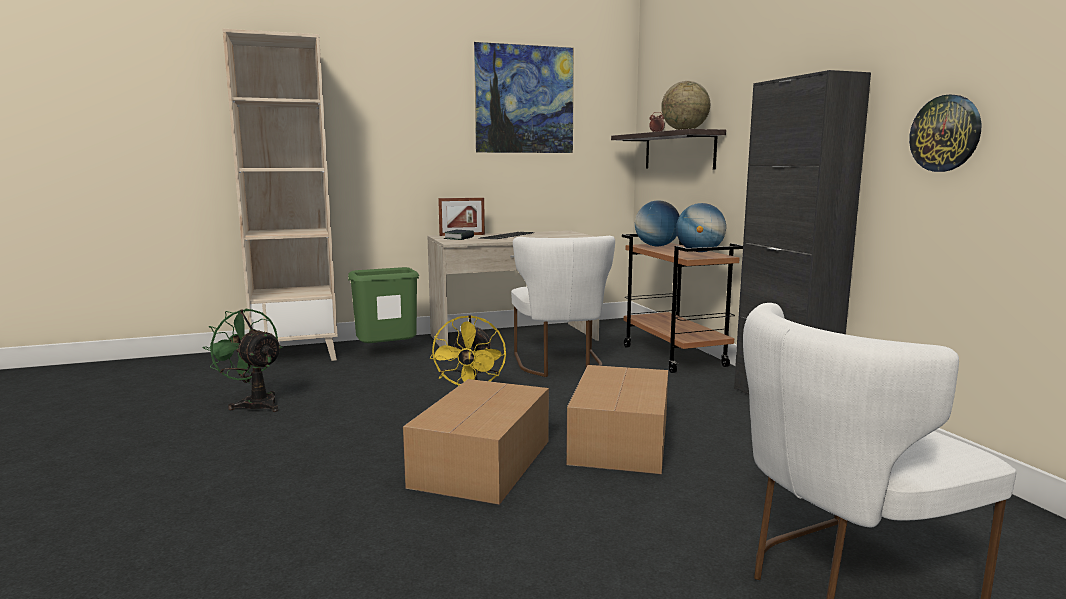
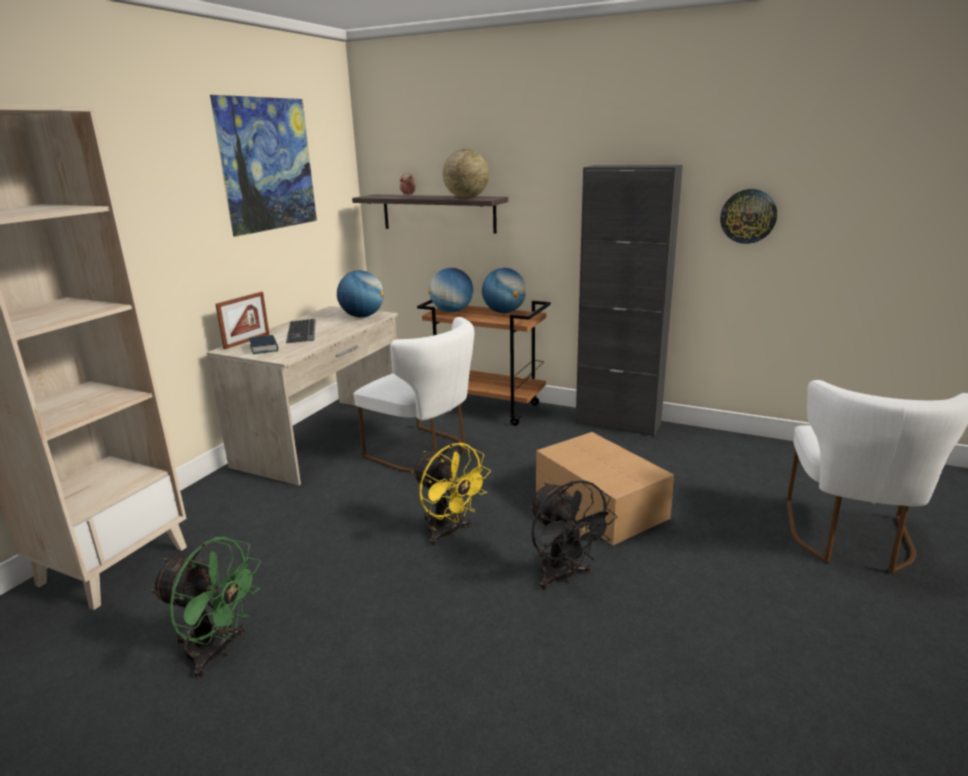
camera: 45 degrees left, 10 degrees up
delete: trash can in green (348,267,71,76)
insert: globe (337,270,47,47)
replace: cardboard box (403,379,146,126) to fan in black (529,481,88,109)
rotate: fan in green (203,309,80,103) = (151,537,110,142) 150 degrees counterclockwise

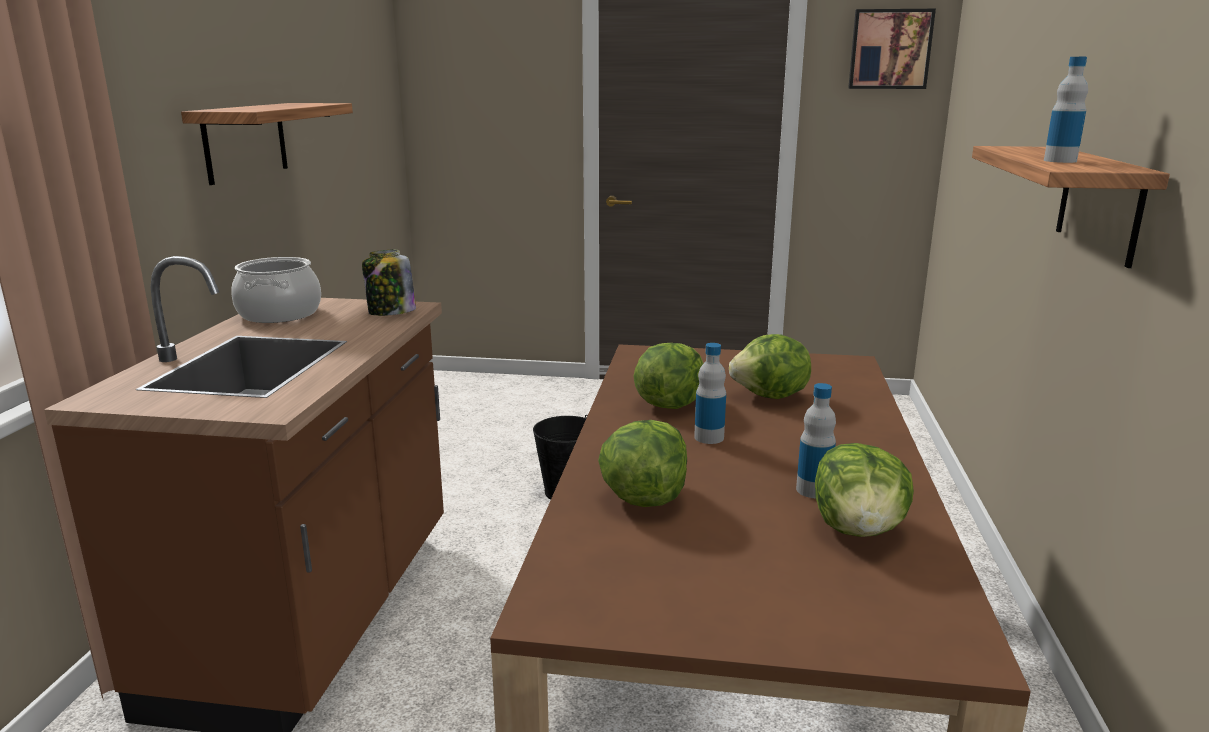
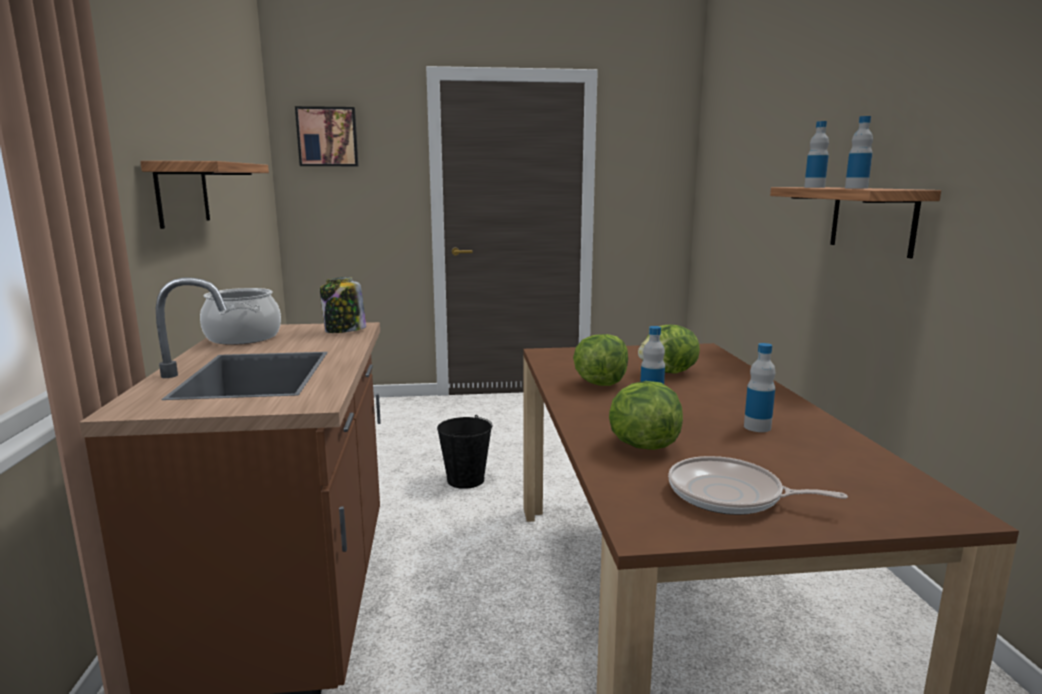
camera: 15 degrees left, 5 degrees down
delete: lettuce (815,443,99,94)
insert: frying pan (668,456,180,59); bottle (804,121,25,67)
move: picture (848,9,88,80) to (295,106,63,60)

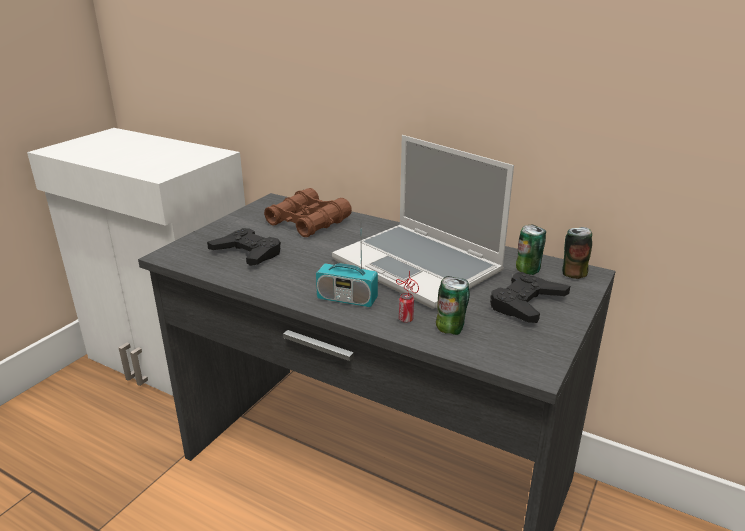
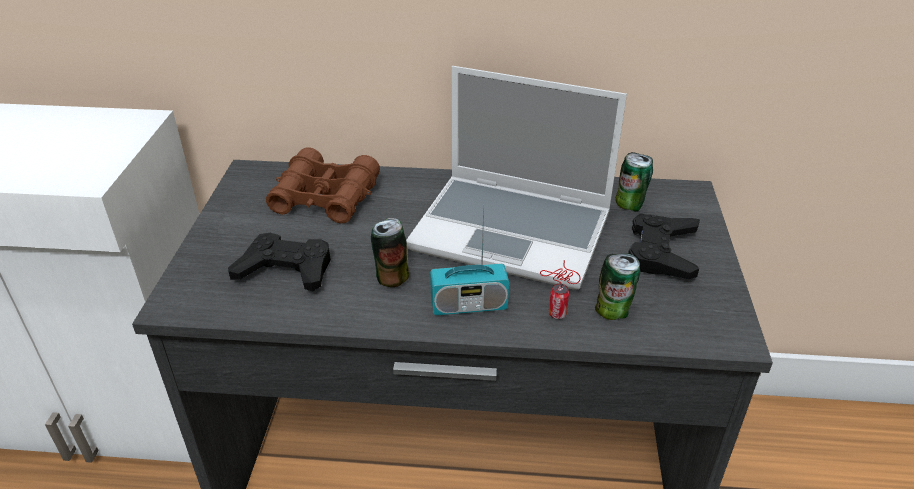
camera: 25 degrees left, 10 degrees up
move: can (562,227,30,52) to (371,218,38,69)

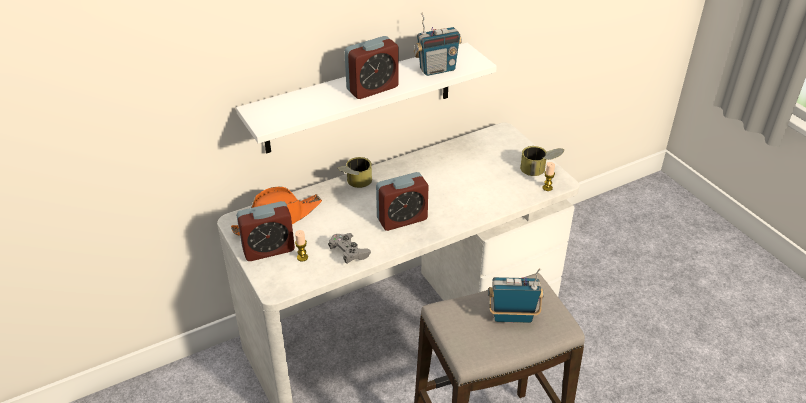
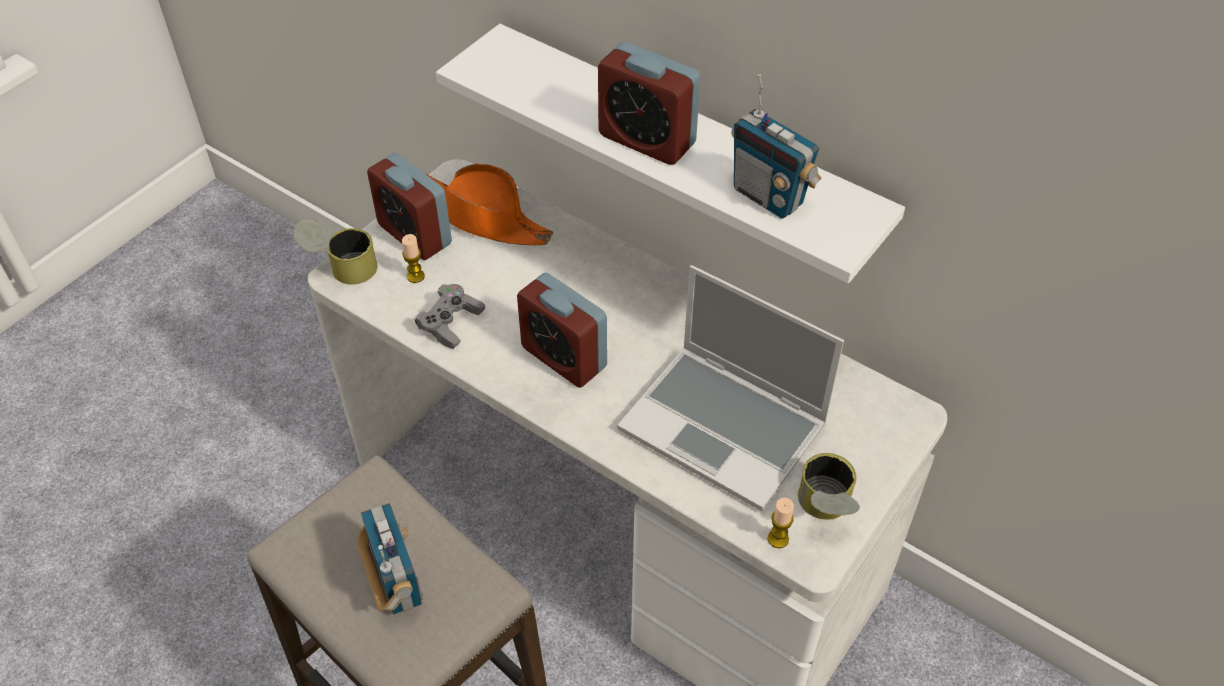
camera: 65 degrees right, 10 degrees up
insert: laptop (617,265,227,246)
move: can (338,157,34,31) to (293,219,85,66)

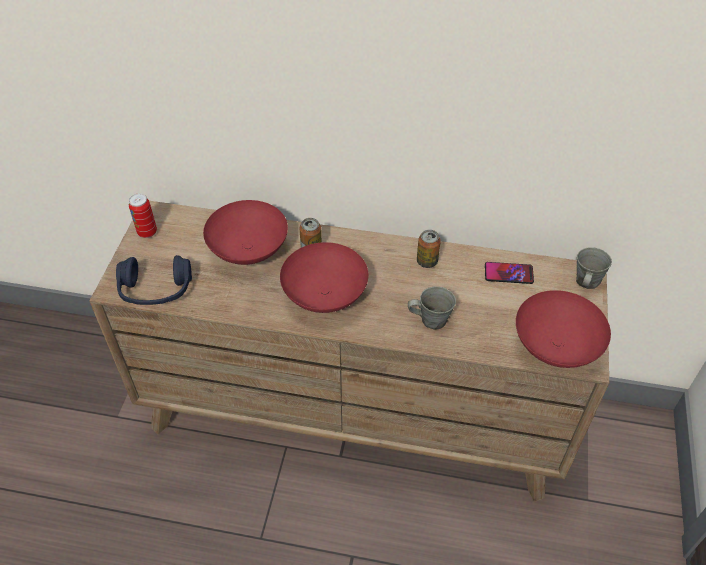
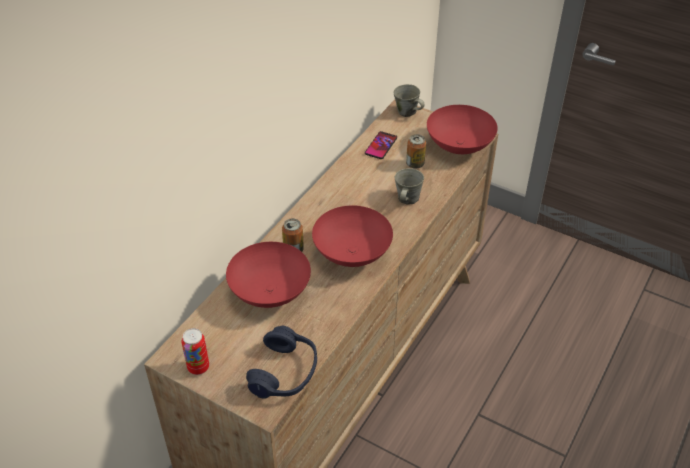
camera: 70 degrees left, 5 degrees down
move: can (417,230,24,38) to (406,134,20,35)

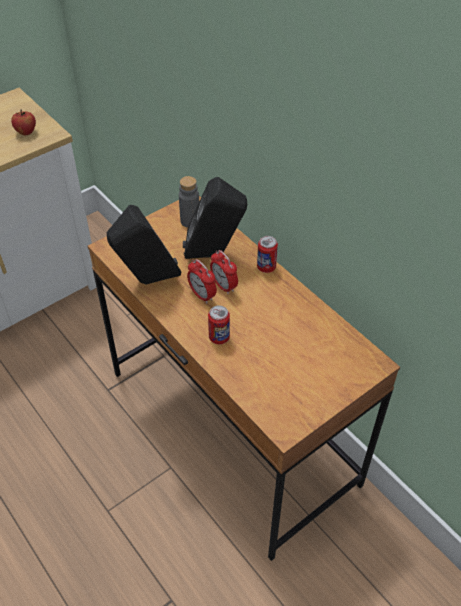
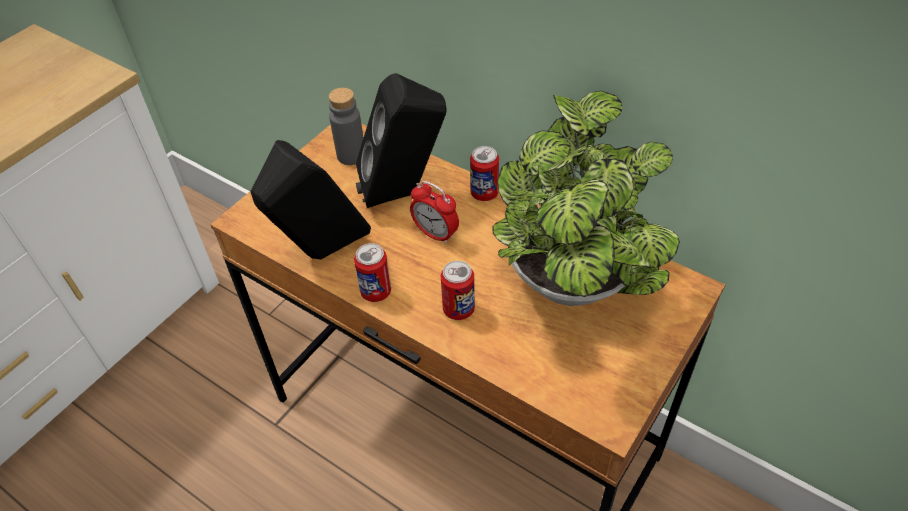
camera: 15 degrees left, 0 degrees up
delete: apple (11,109,25,26); alarm clock (187,259,30,44)
insert: can (354,243,37,59); potted plant (492,91,188,215)

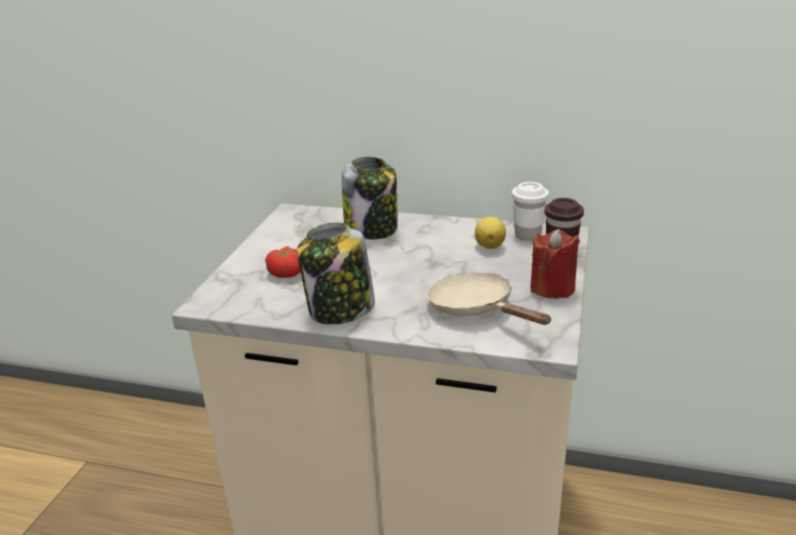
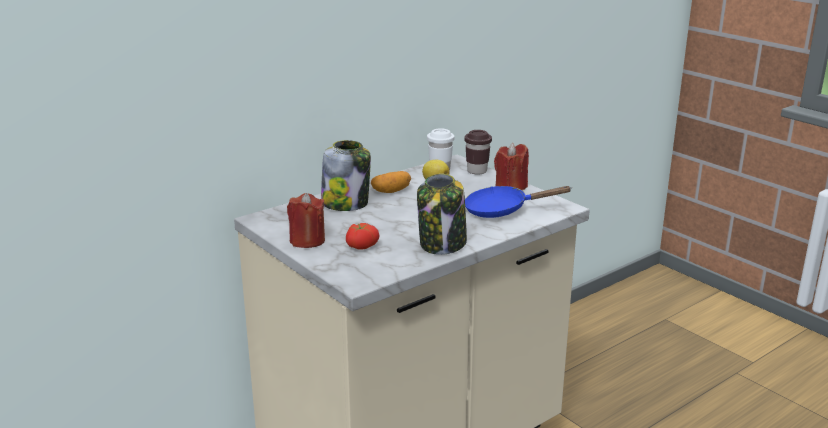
camera: 55 degrees left, 5 degrees down
insert: candle in red (287,193,38,55); potato (371,171,40,22)
recolor: frying pan in beige (427,272,125,53) to frying pan in blue (465,186,107,32)

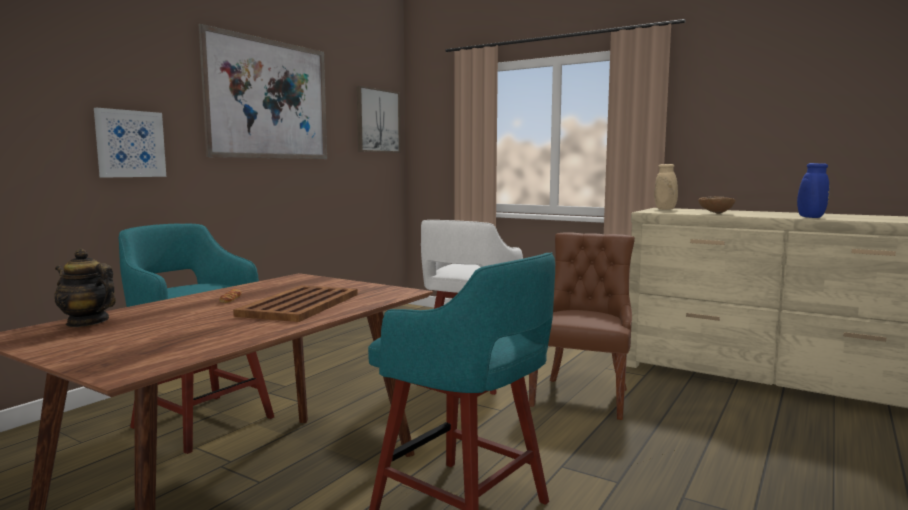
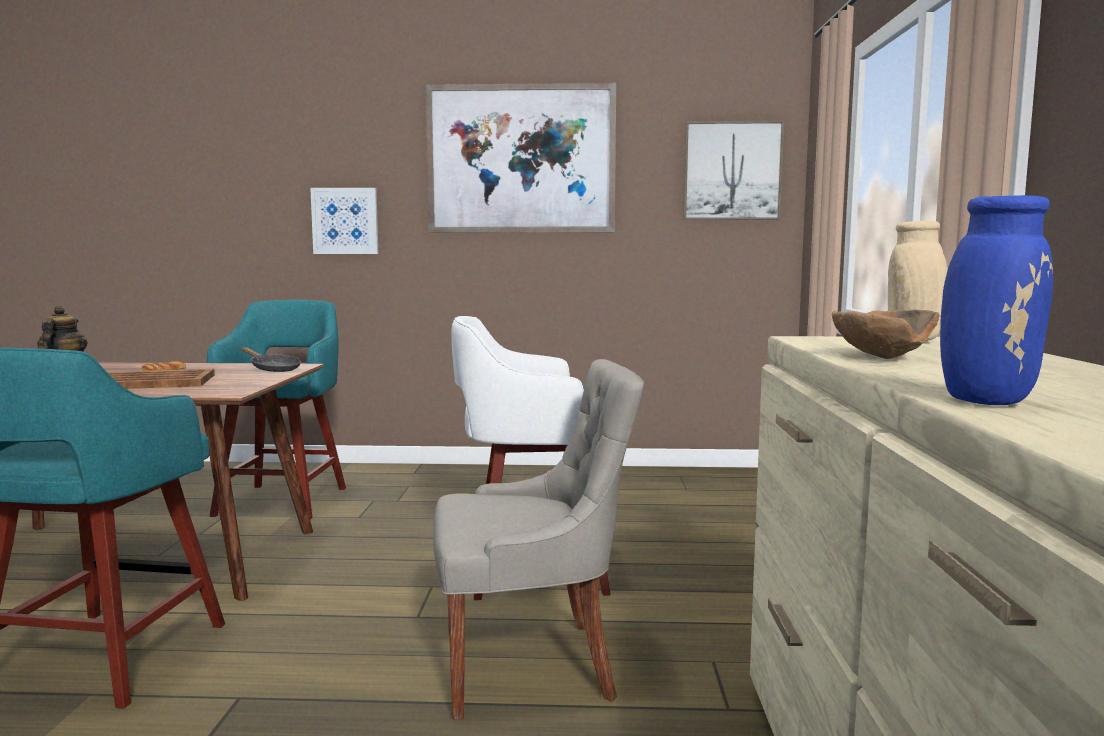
camera: 60 degrees right, 0 degrees up
insert: frying pan in black (241,347,60,25)
recolor: chair in brown (529,232,106,188) to chair in grey (433,359,211,361)

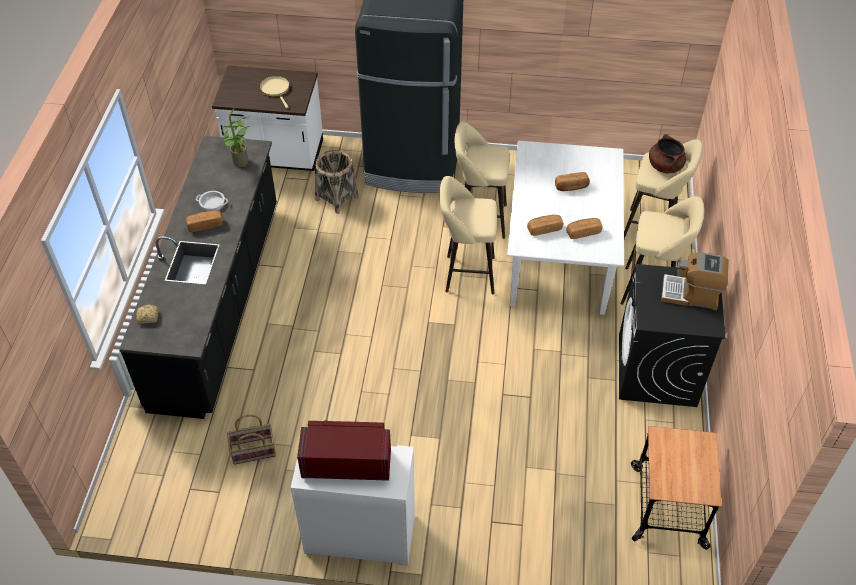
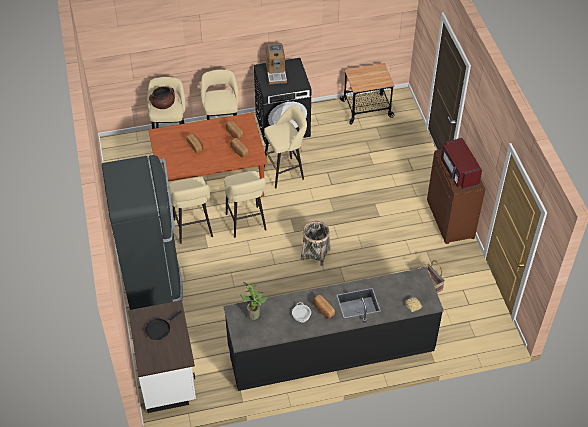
camera: 110 degrees left, 0 degrees up
insert: stool in beige (264,105,43,84)
move: basket (315,150,44,64) to (301,221,29,45)
recolor: frying pan in beige (260,76,29,32) to frying pan in black (145,310,37,30); cabinet in white (291,445,124,121) to cabinet in brown (427,149,58,95); dining table in white (507,141,117,174) to dining table in brown (148,113,120,84)

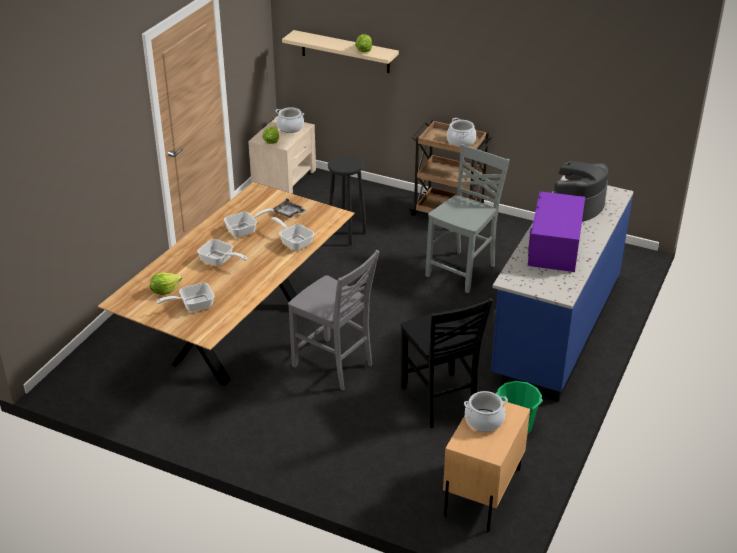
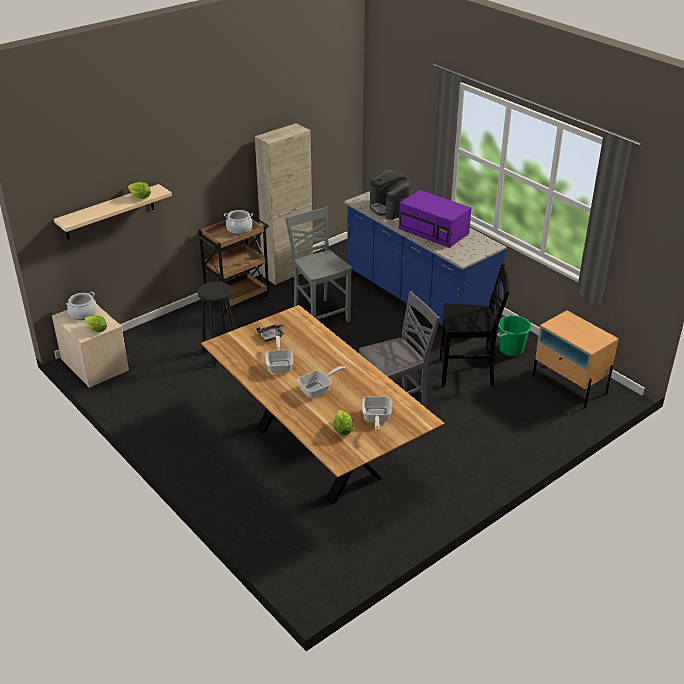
camera: 65 degrees left, 0 degrees up
delete: frying pan (271,217,43,34); cooking pot (464,391,44,41)
insert: cabinet in beige (255,123,58,162)

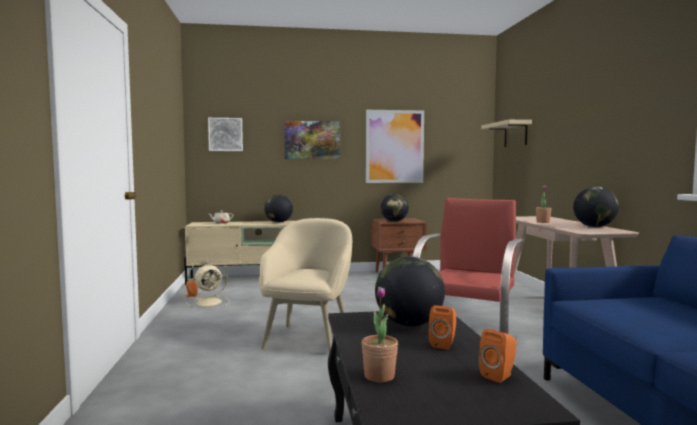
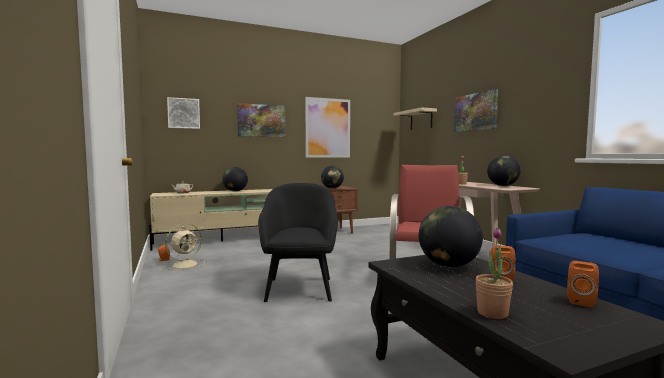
camera: 15 degrees left, 0 degrees up
insert: picture (454,89,44,43)
recolor: armchair in beige (259,218,93,135) to armchair in black (258,183,80,119)

